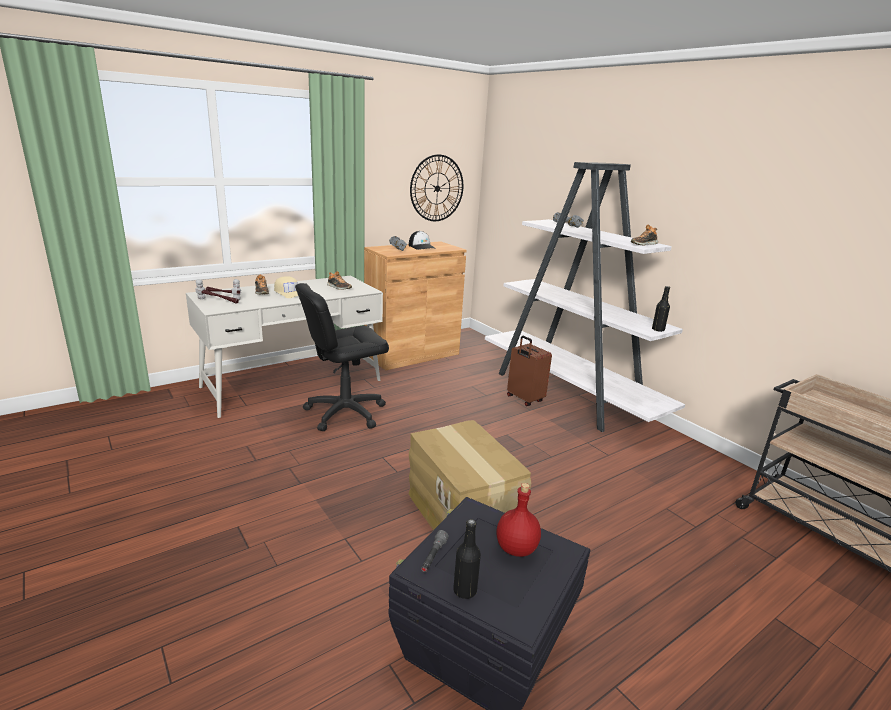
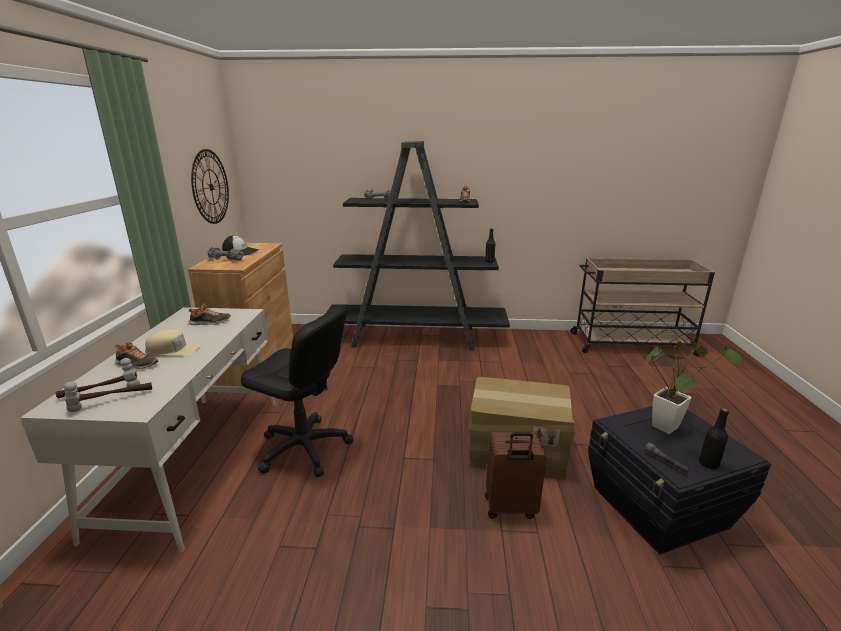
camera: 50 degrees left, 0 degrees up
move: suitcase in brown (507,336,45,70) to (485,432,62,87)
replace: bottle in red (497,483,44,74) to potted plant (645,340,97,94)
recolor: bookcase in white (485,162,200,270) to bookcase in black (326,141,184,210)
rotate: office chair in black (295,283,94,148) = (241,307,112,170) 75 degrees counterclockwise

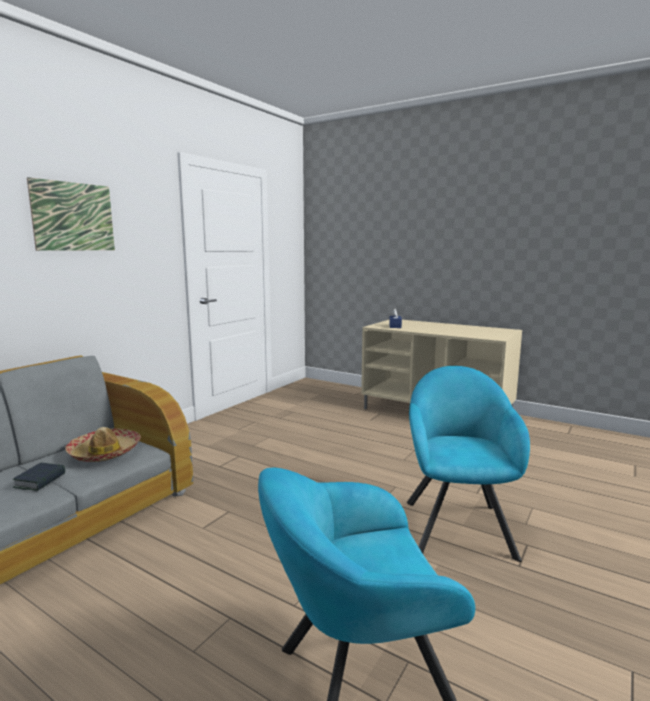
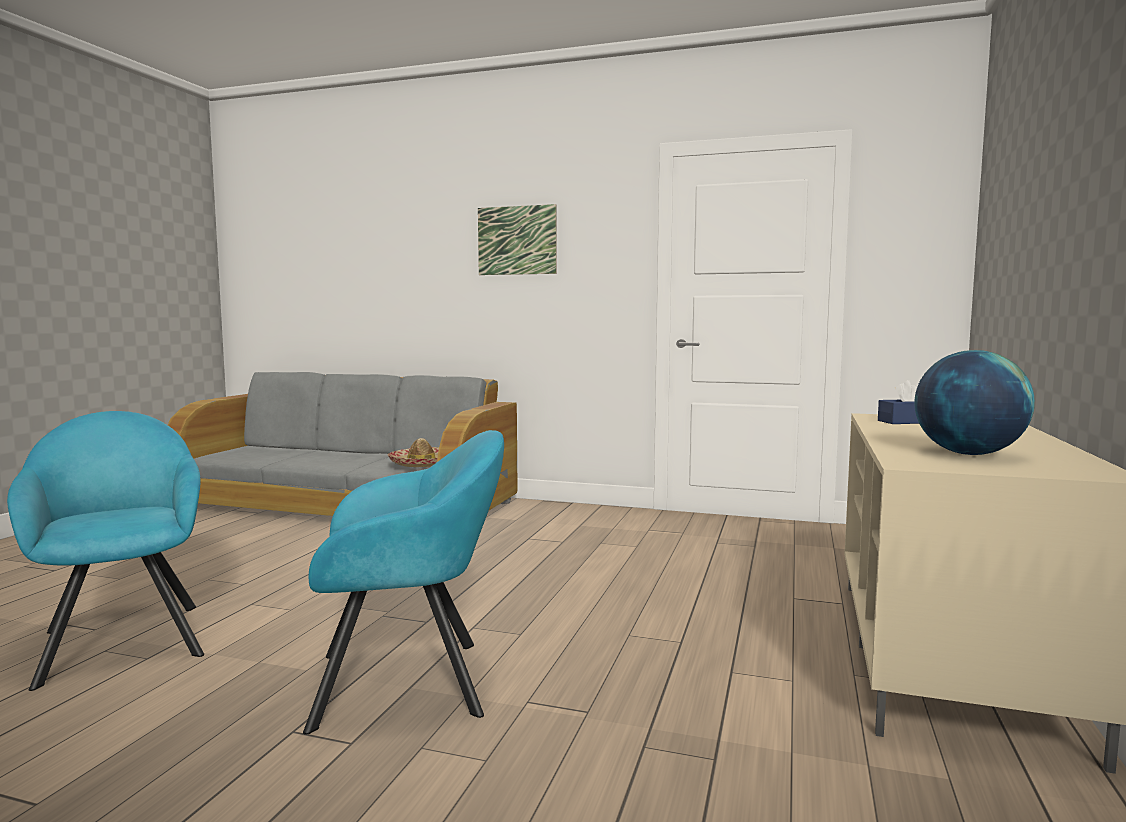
camera: 75 degrees right, 5 degrees down
delete: book (13,463,52,28)
insert: globe (914,350,121,105)

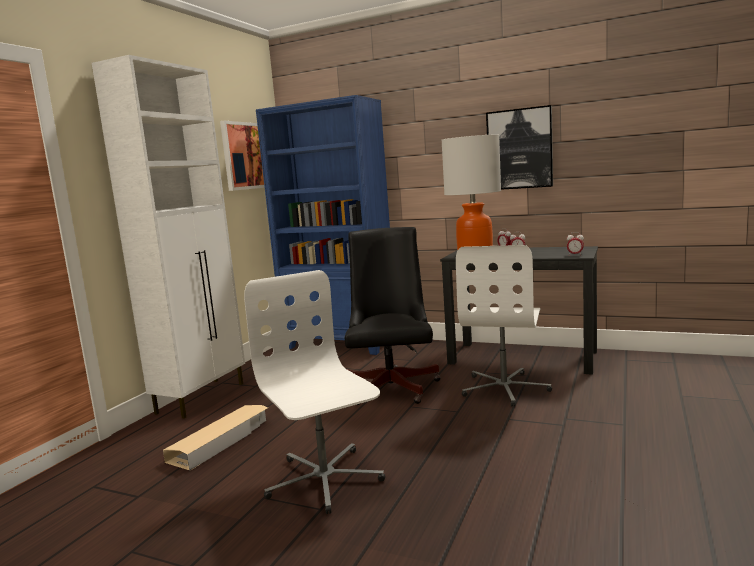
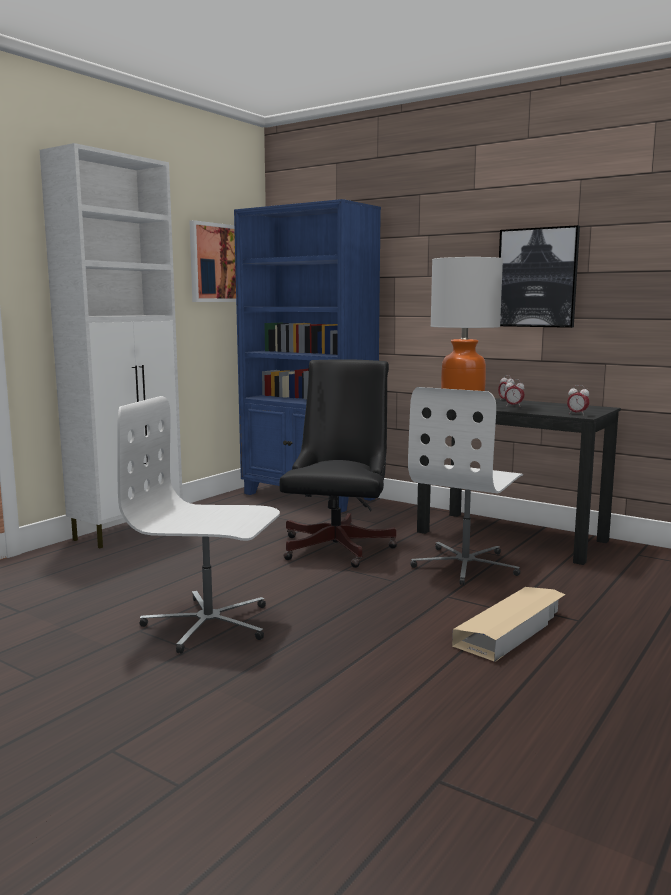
camera: 10 degrees right, 0 degrees up
move: storage box in beige (163,405,105,66) to (452,587,113,75)
rotate: office chair in white (244,270,141,244) = (117,396,163,258) 60 degrees counterclockwise

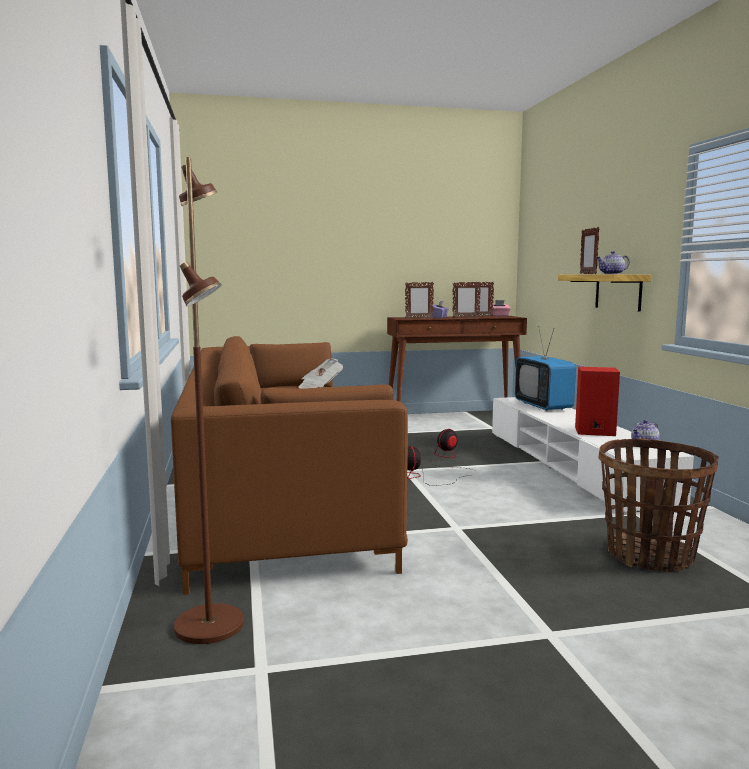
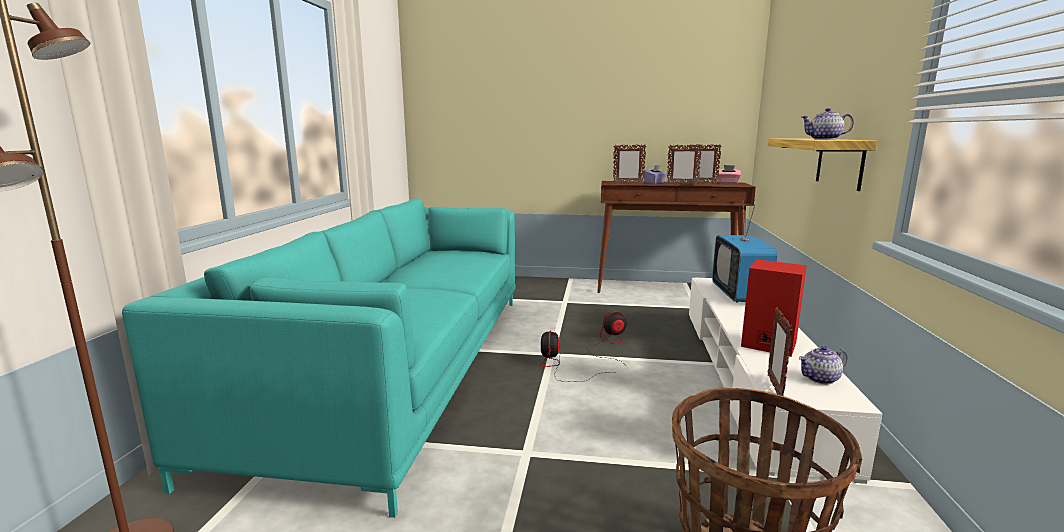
camera: 20 degrees right, 5 degrees up
delete: newspaper (299,359,44,29)
move: picture frame (580,227,20,47) to (768,307,25,89)
recolor: sofa in brown (171,336,237,259) to sofa in turquoise (122,198,394,320)

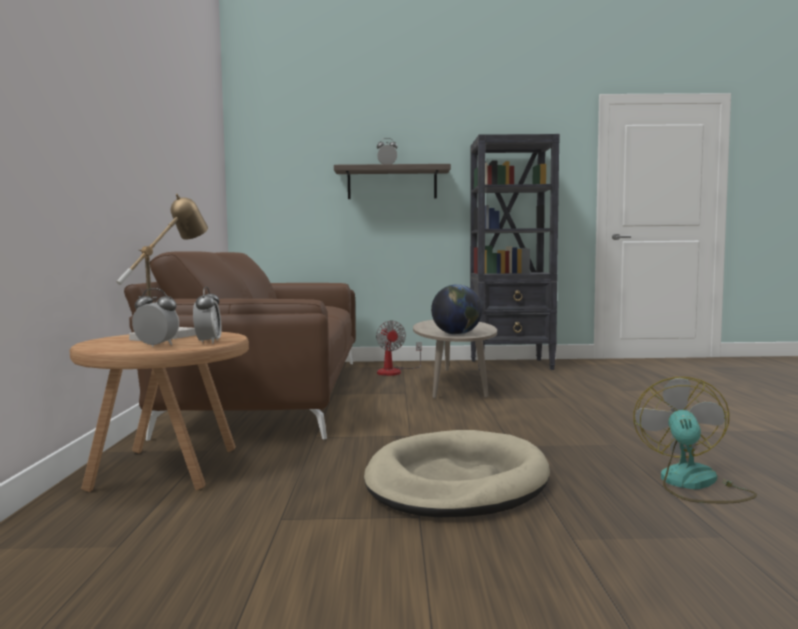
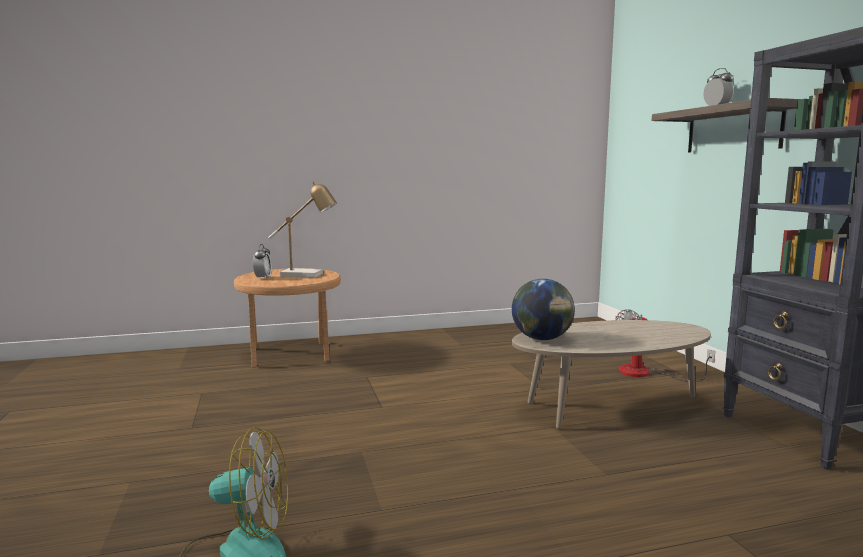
camera: 75 degrees right, 5 degrees up
delete: sofa in brown (124,251,232,190); alarm clock (193,287,28,57); dog bed in beige (364,430,186,88)

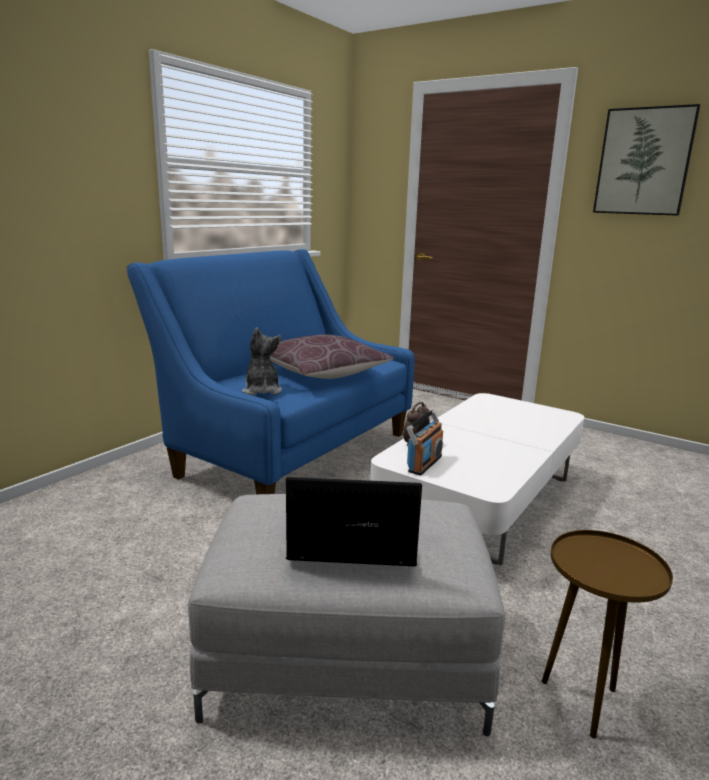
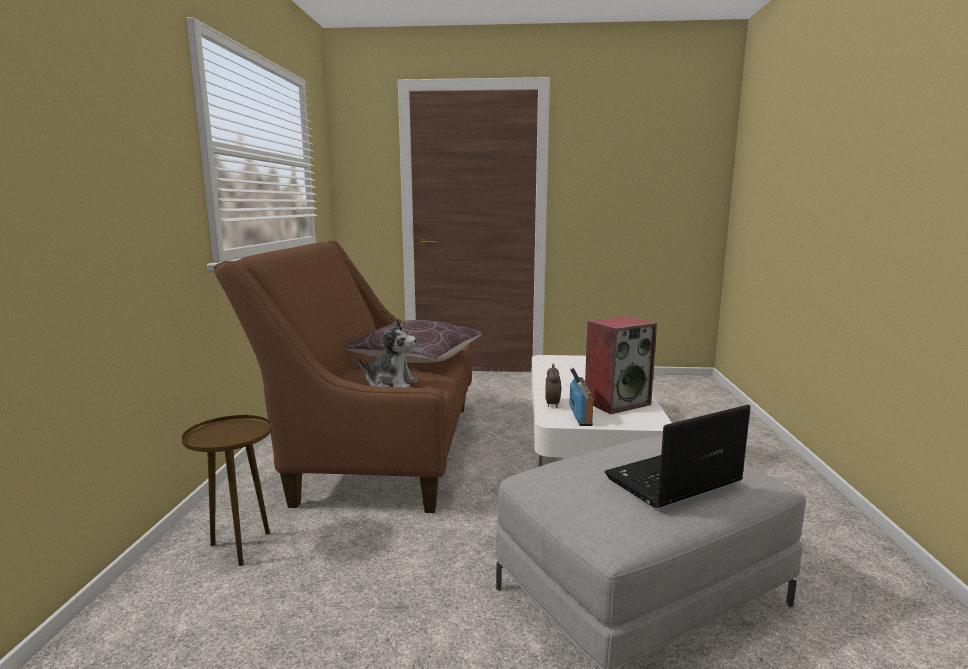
camera: 30 degrees left, 5 degrees down
delete: picture (593,104,107,112)
insert: speaker (585,316,72,98)
move: side table in brown (542,530,131,209) to (181,415,91,151)
recolor: sofa in blue (126,249,288,245) to sofa in brown (214,240,258,273)
rotate: plush toy (242,327,40,69) = (358,318,60,70) 150 degrees clockwise

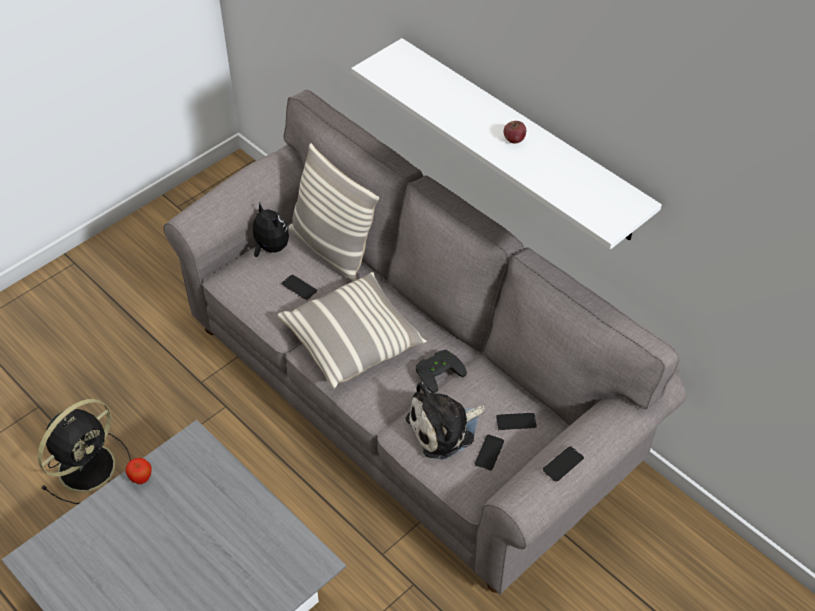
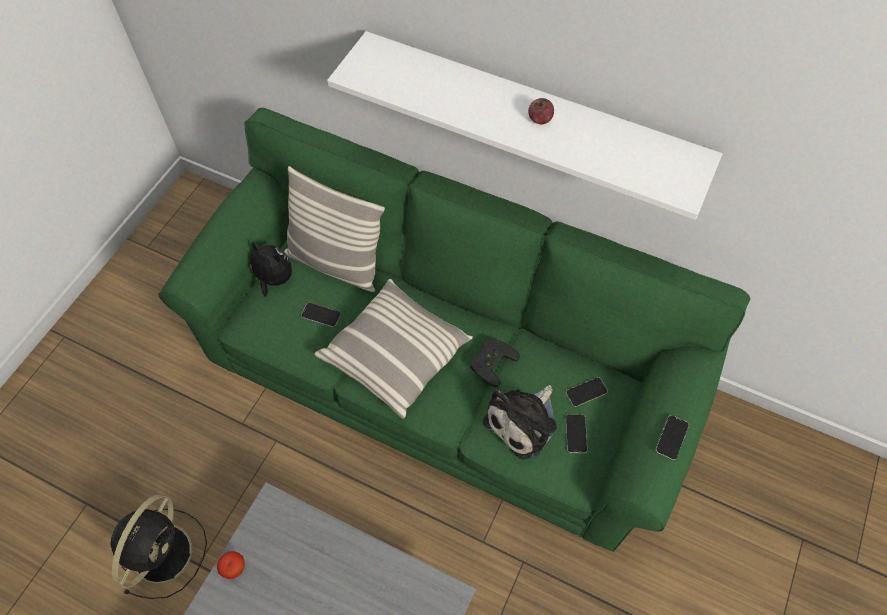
camera: 20 degrees left, 10 degrees up
recolor: sofa in grey (163,90,523,505) to sofa in green (159,108,591,444)

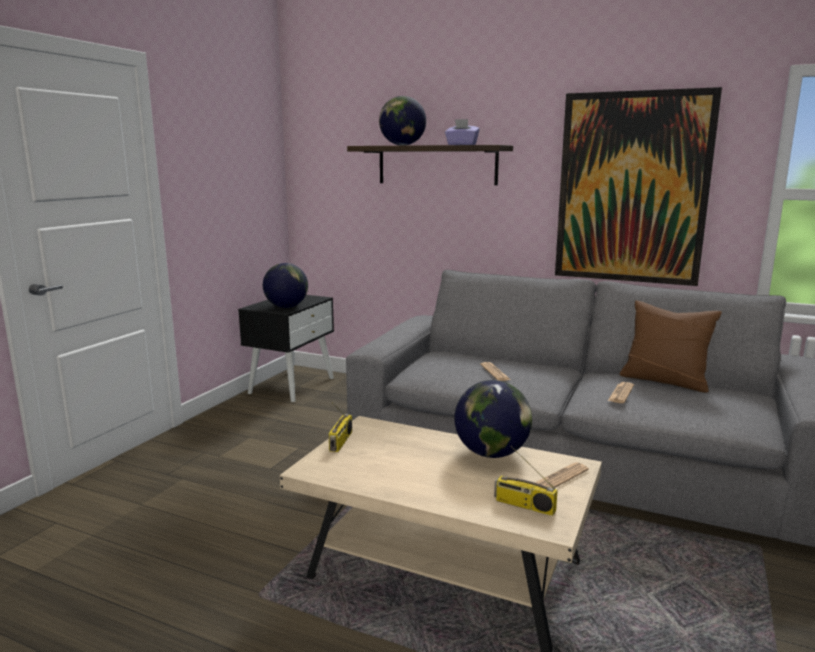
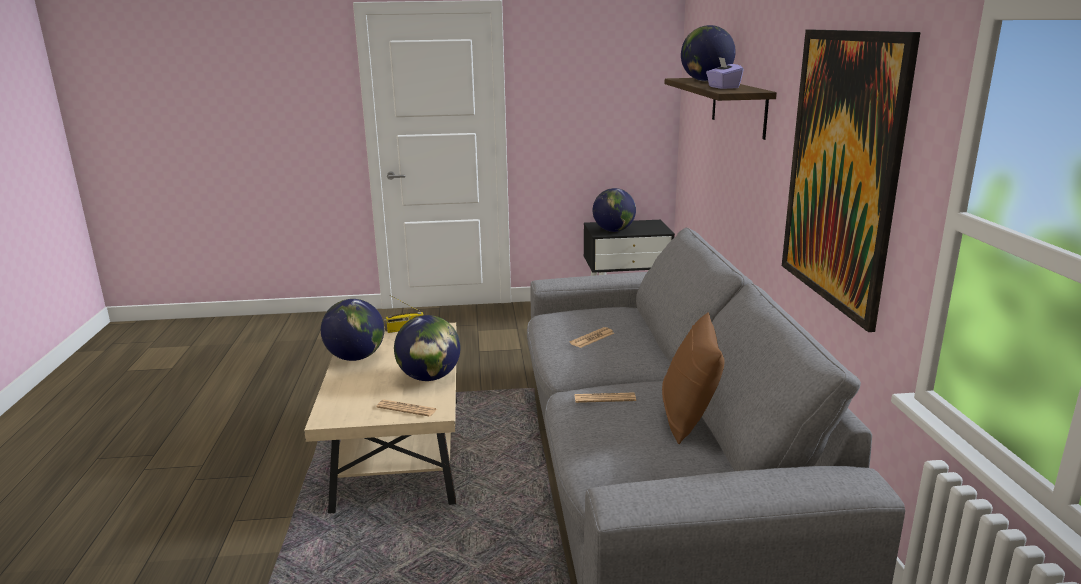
camera: 60 degrees right, 5 degrees up
delete: radio (494,446,64,70)
insert: globe (321,299,63,62)

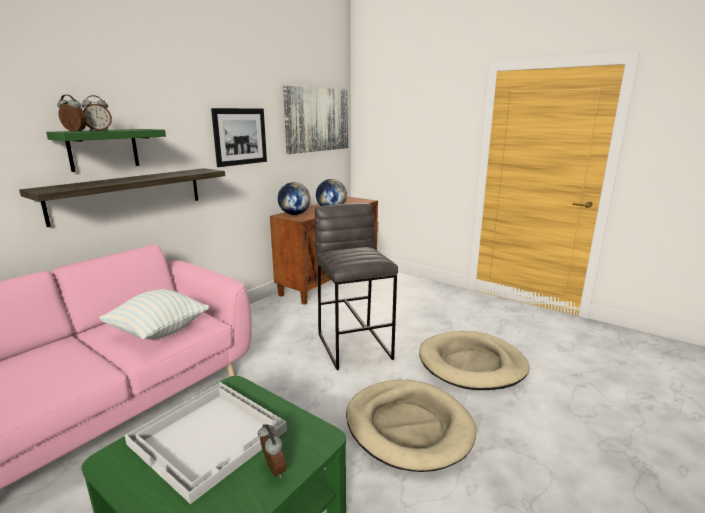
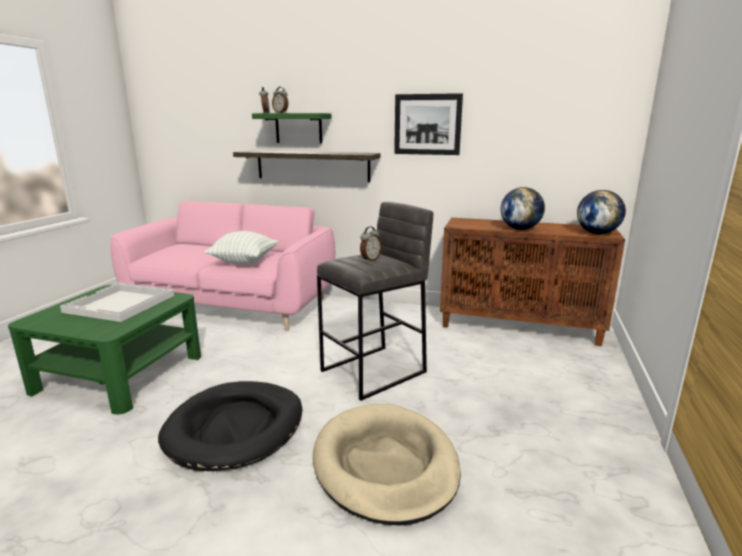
camera: 70 degrees right, 0 degrees up
delete: picture (283,86,65,68)
move: alarm clock (258,424,29,54) to (360,226,22,36); globe (278,182,32,33) to (577,190,49,44)
recolor: dog bed in beige (346,380,131,92) to dog bed in black (158,381,144,90)

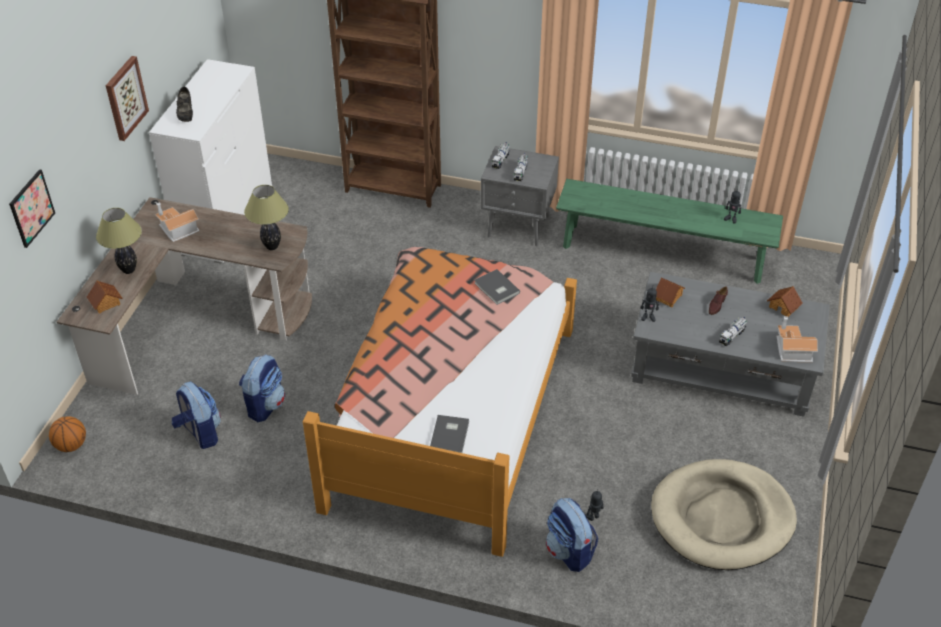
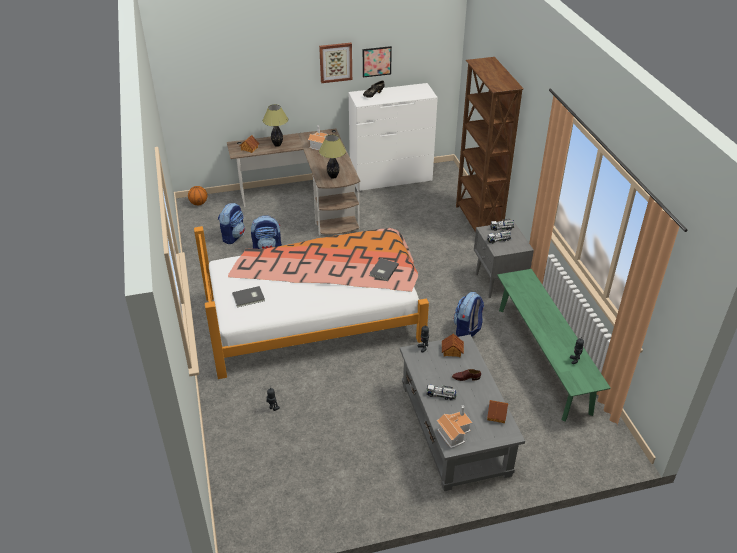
camera: 60 degrees right, 5 degrees down
delete: dog bed in beige (651,459,146,111)
move: picture (9,169,46,79) to (363,46,29,32); backpack (546,498,52,74) to (454,292,30,45)

